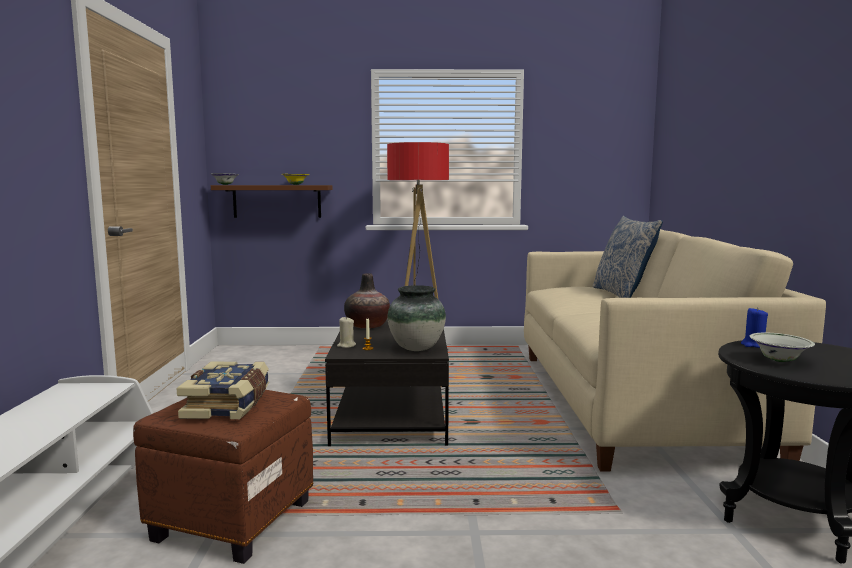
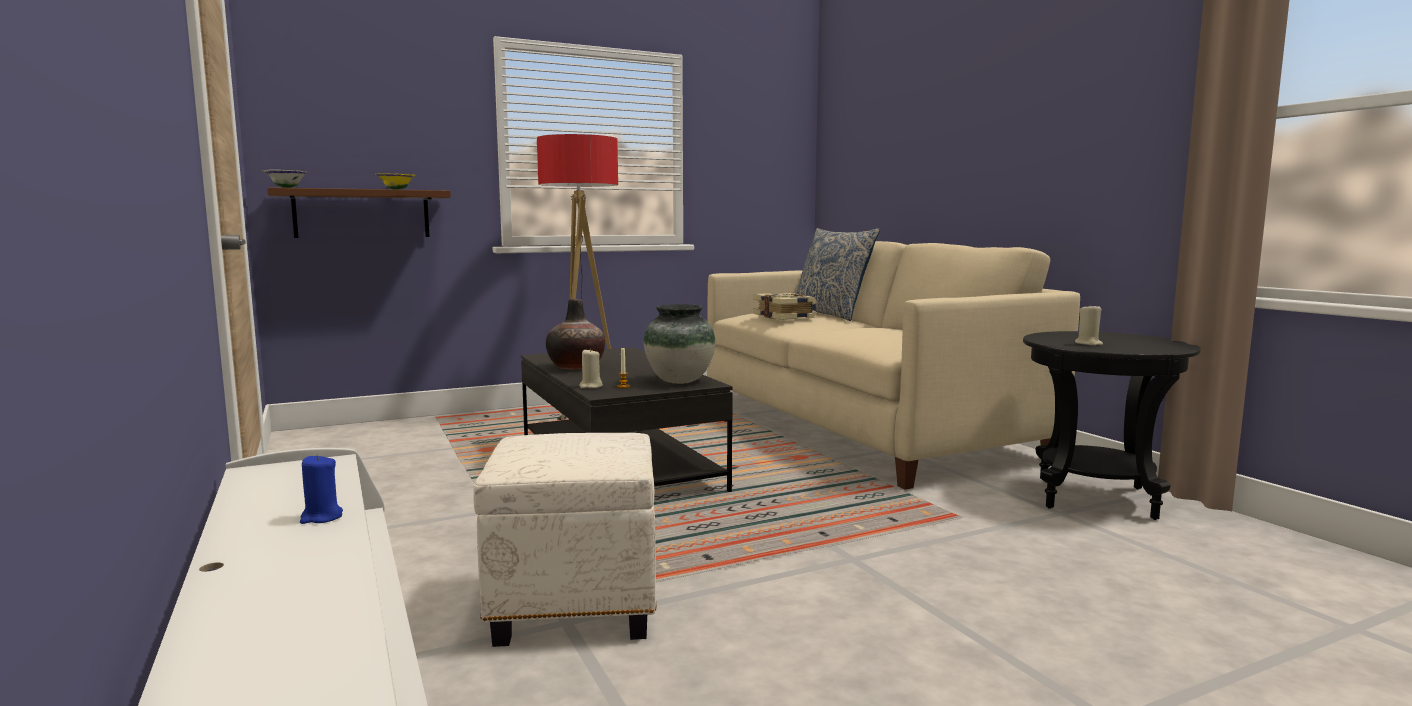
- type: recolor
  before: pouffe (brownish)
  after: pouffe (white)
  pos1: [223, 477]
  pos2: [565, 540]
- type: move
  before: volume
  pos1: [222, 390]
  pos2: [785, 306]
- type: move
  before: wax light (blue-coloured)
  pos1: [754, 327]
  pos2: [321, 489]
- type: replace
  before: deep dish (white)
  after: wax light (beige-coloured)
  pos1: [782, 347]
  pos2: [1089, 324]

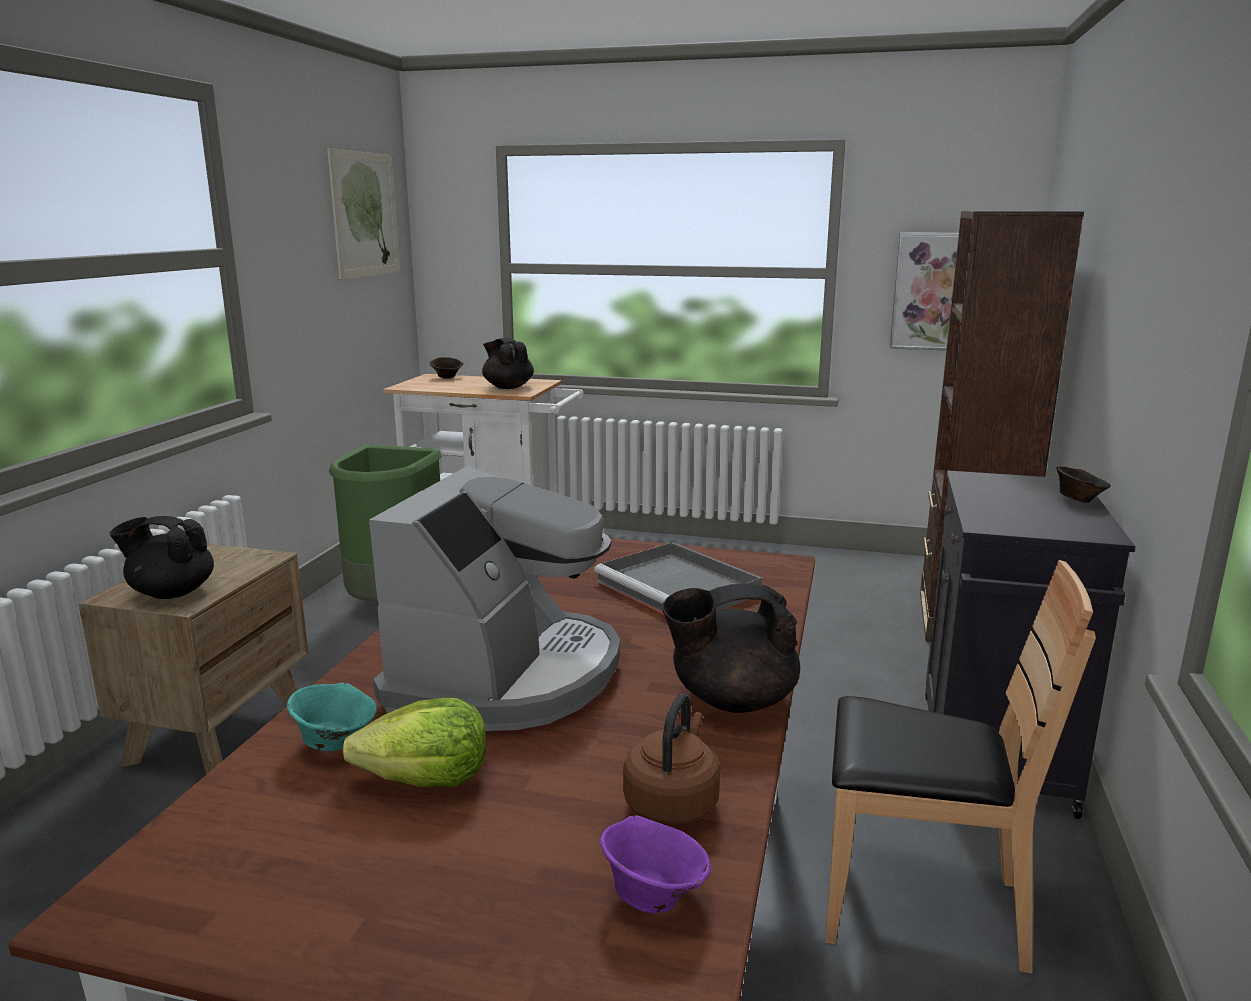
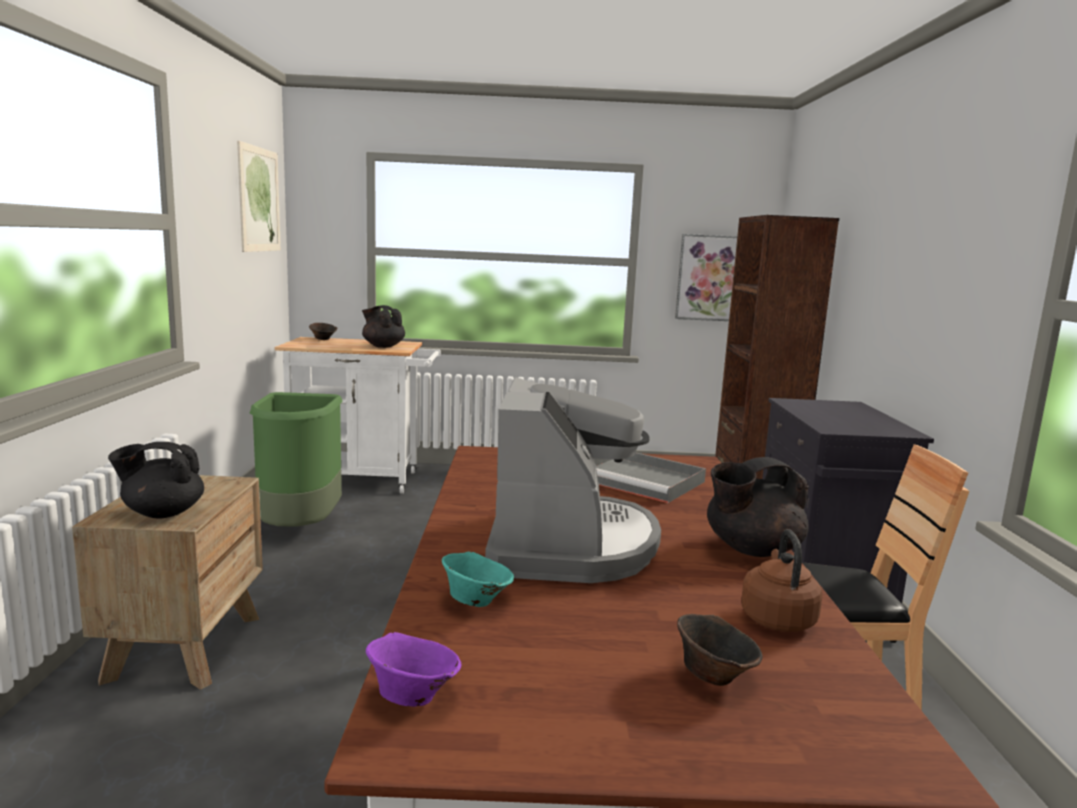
- type: delete
  before: lettuce head
  pos1: [414, 742]
- type: move
  before: deep dish (purple-coloured)
  pos1: [655, 864]
  pos2: [413, 669]
- type: move
  before: deep dish (brownish)
  pos1: [1083, 484]
  pos2: [720, 650]

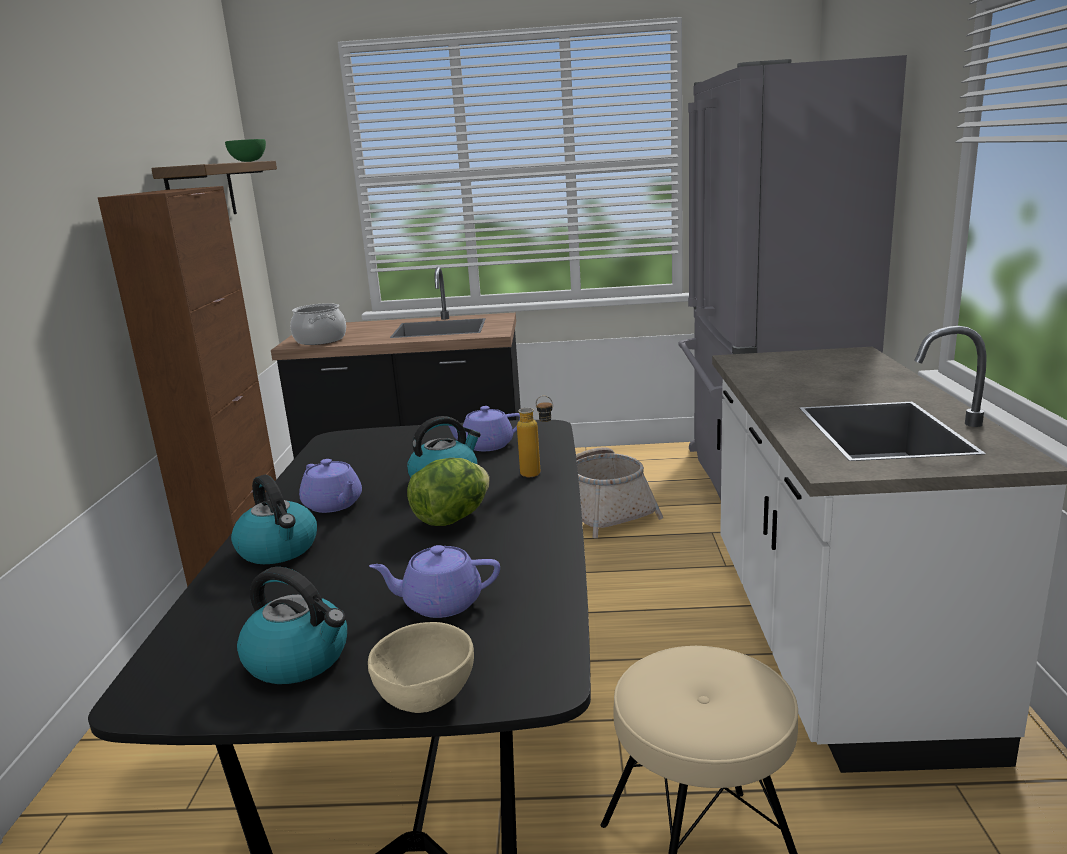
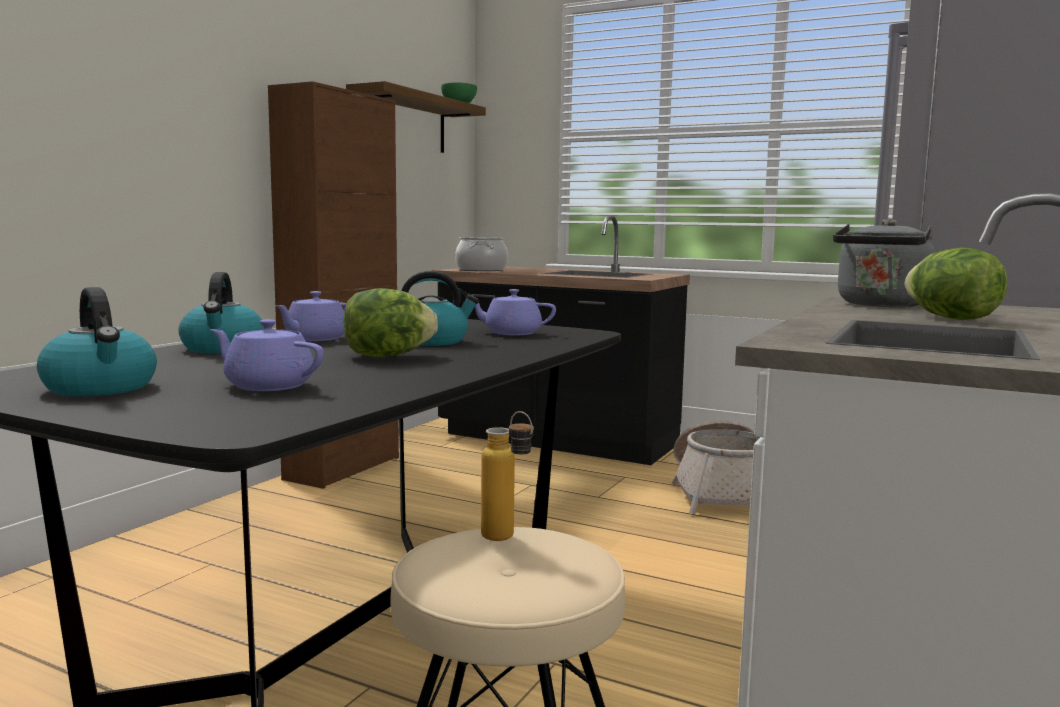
- type: rotate
  before: tea pot (purple-coloured)
  pos1: [330, 486]
  pos2: [311, 316]
  turn: 45
- type: delete
  before: deep dish (beige-coloured)
  pos1: [421, 667]
- type: move
  before: bottle
  pos1: [535, 436]
  pos2: [507, 476]
- type: insert
  after: tea kettle (gray)
  pos2: [884, 263]
- type: insert
  after: lettuce head
  pos2: [956, 284]

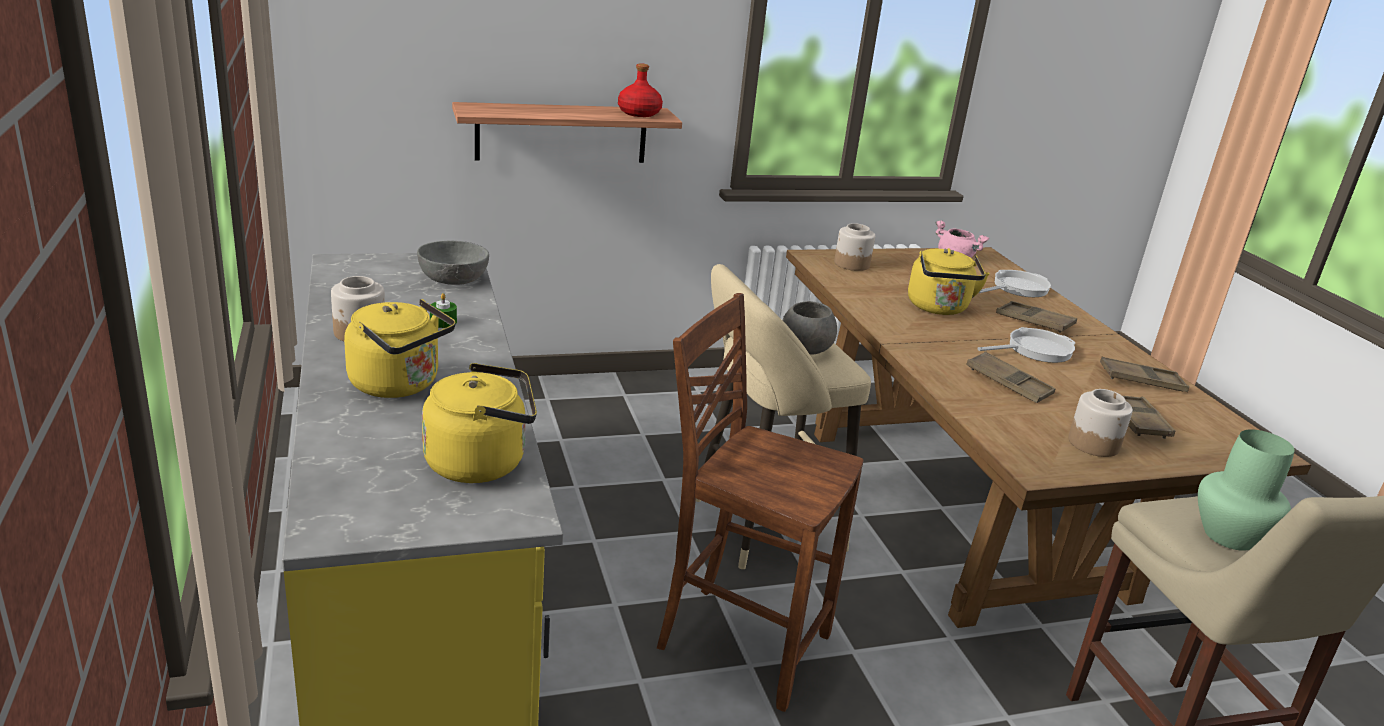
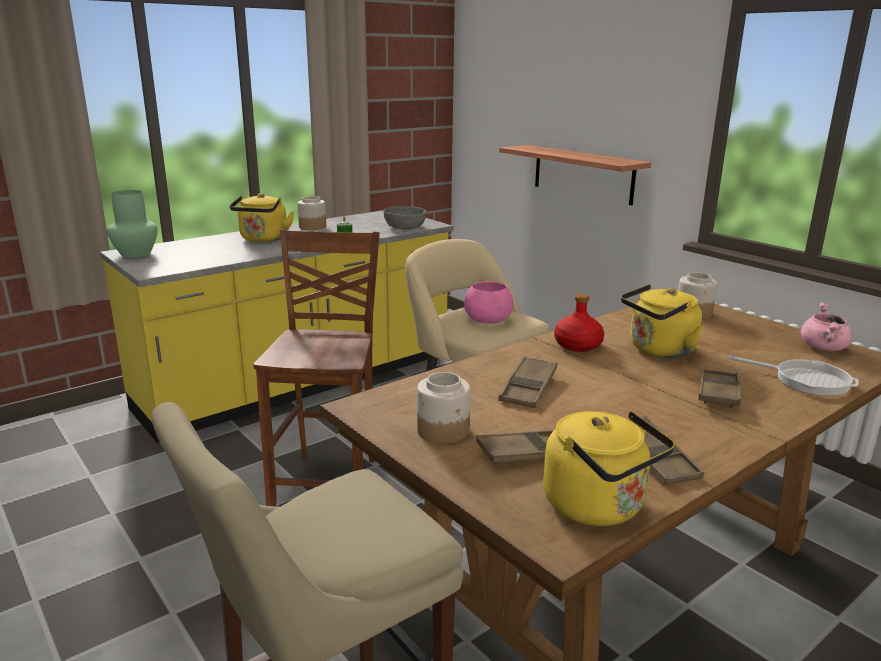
- type: move
  before: tea kettle (yellow)
  pos1: [479, 423]
  pos2: [609, 468]
- type: move
  before: bottle (red)
  pos1: [640, 90]
  pos2: [579, 323]
- type: recolor
  before: deep dish (gray)
  after: deep dish (pink)
  pos1: [809, 328]
  pos2: [488, 302]
- type: delete
  before: frying pan
  pos1: [1026, 345]
- type: move
  before: decorative vase (greenish)
  pos1: [1246, 490]
  pos2: [132, 224]

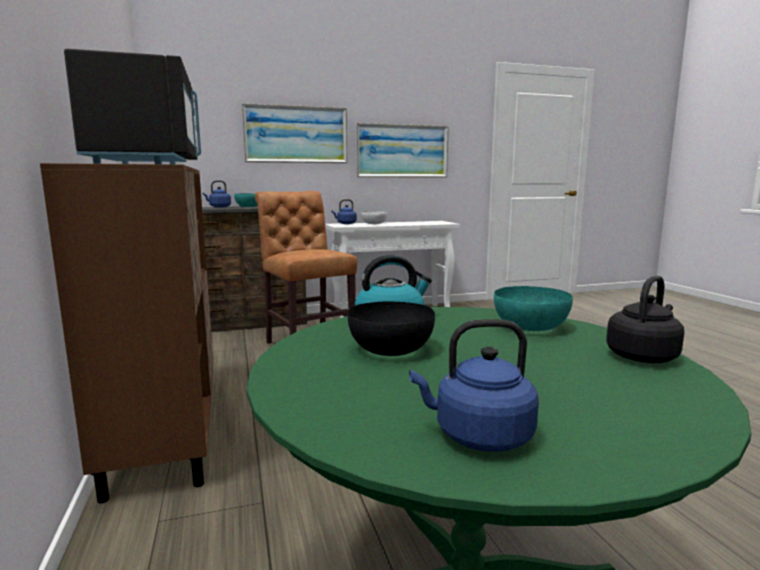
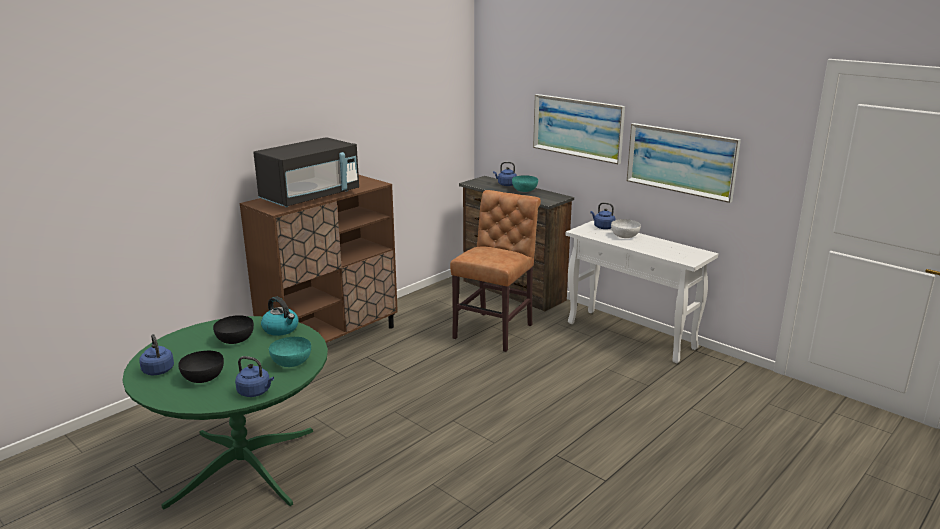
- type: recolor
  before: tea kettle (black)
  after: tea kettle (blue-coloured)
  pos1: [645, 319]
  pos2: [254, 376]
- type: insert
  after: deep dish (black)
  pos2: [201, 367]

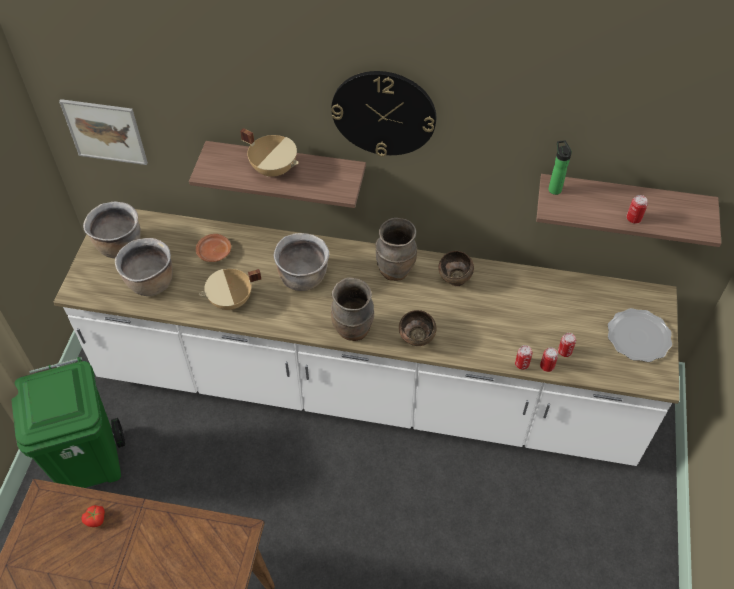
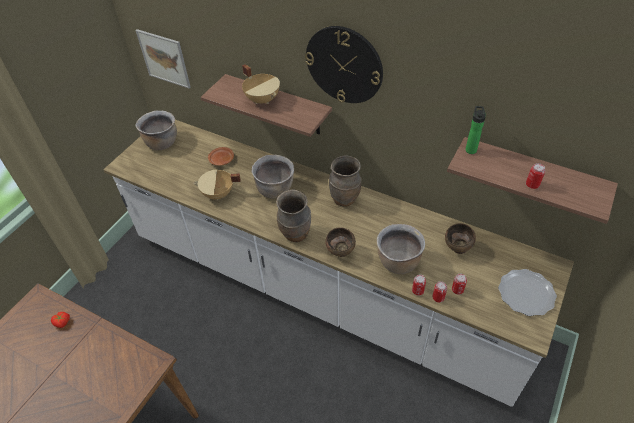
- type: delete
  before: trash can (greenish)
  pos1: [68, 422]
- type: move
  before: stockpot (brownish)
  pos1: [144, 267]
  pos2: [401, 249]
- type: move
  before: deep dish (brownish)
  pos1: [456, 268]
  pos2: [460, 238]

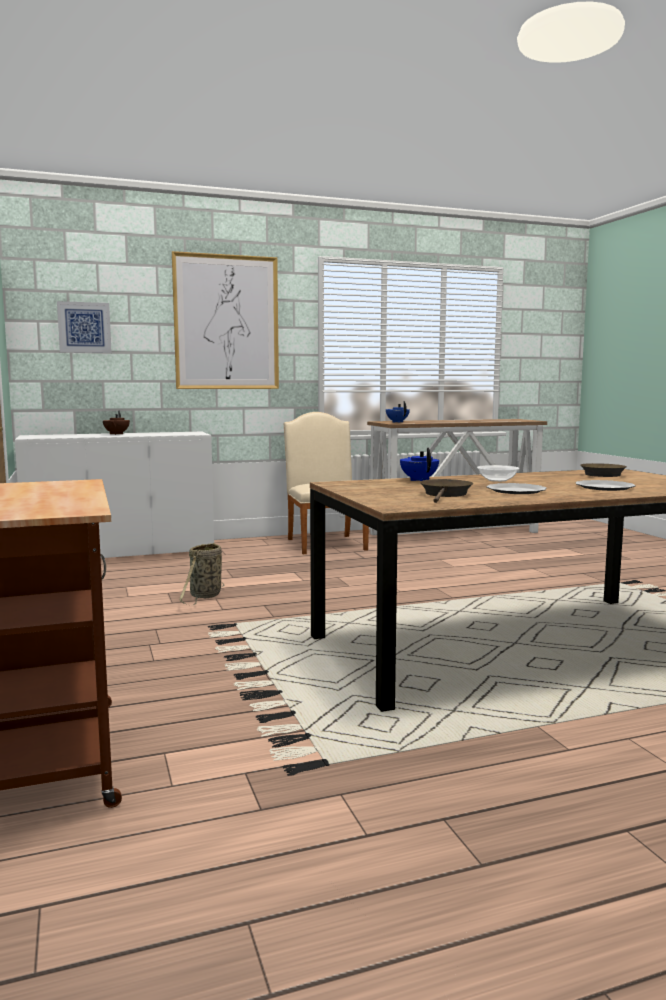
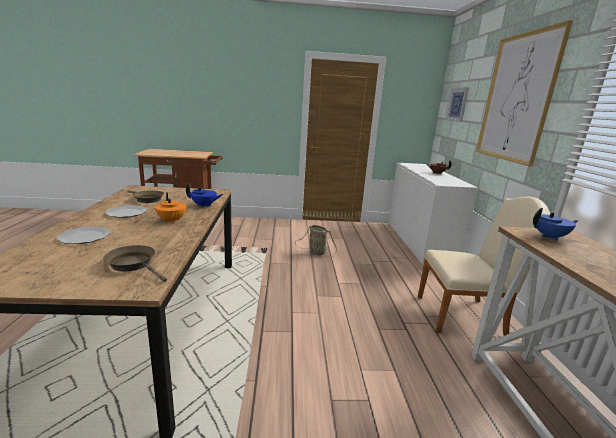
- type: replace
  before: deep dish
  after: tea pot (orange)
  pos1: [498, 473]
  pos2: [170, 208]

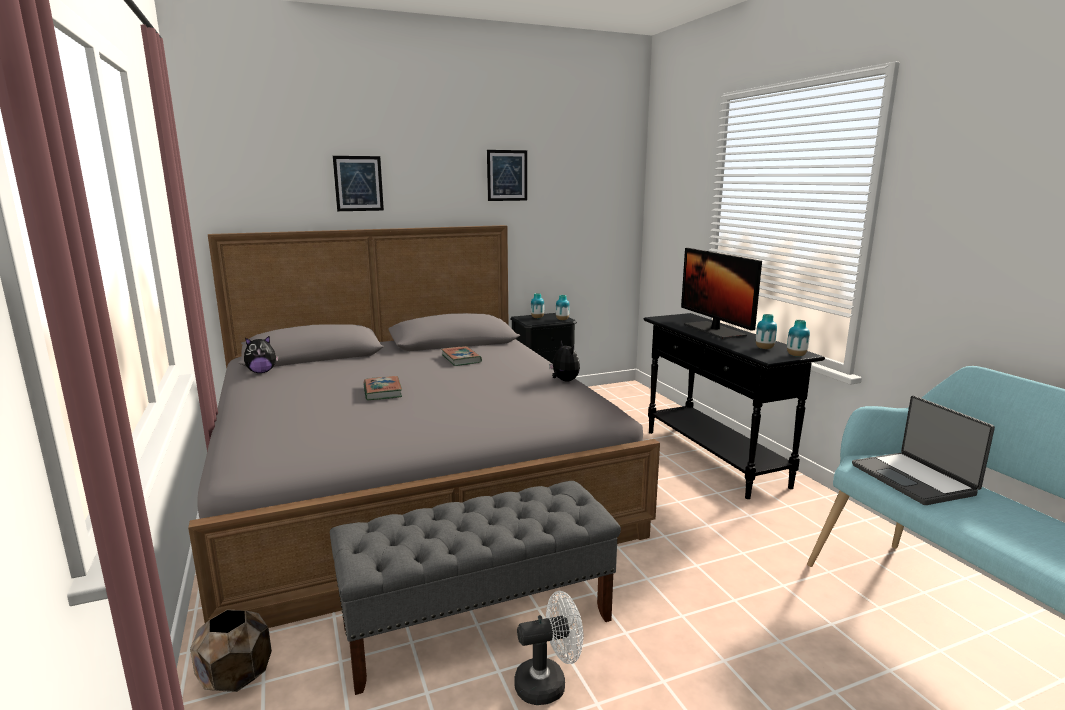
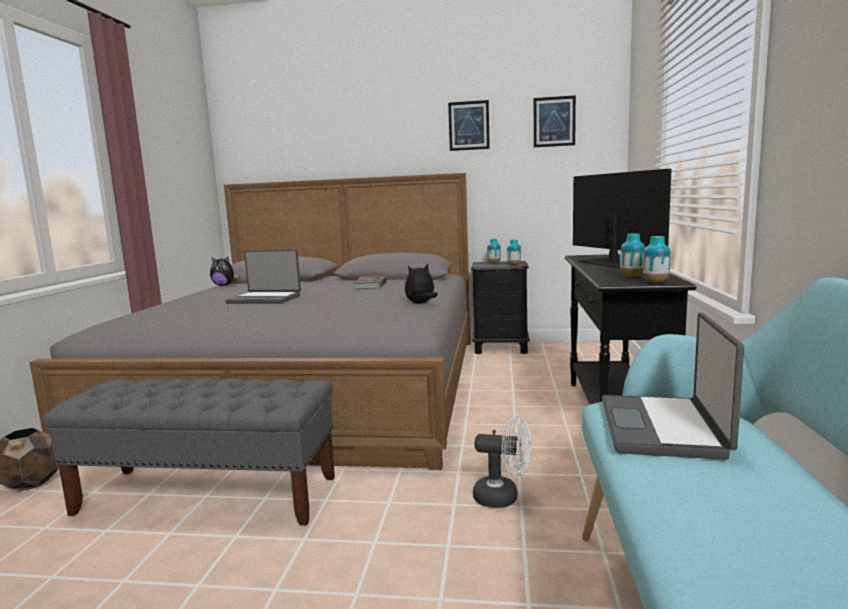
- type: move
  before: picture
  pos1: [358, 183]
  pos2: [555, 121]
- type: replace
  before: volume
  after: laptop
  pos1: [382, 388]
  pos2: [263, 276]
- type: move
  before: cooling fan (white)
  pos1: [548, 648]
  pos2: [502, 461]
- type: rotate
  before: plush toy
  pos1: [564, 361]
  pos2: [421, 283]
  turn: -120
- type: rotate
  before: computer screen
  pos1: [721, 293]
  pos2: [622, 218]
  turn: 150

